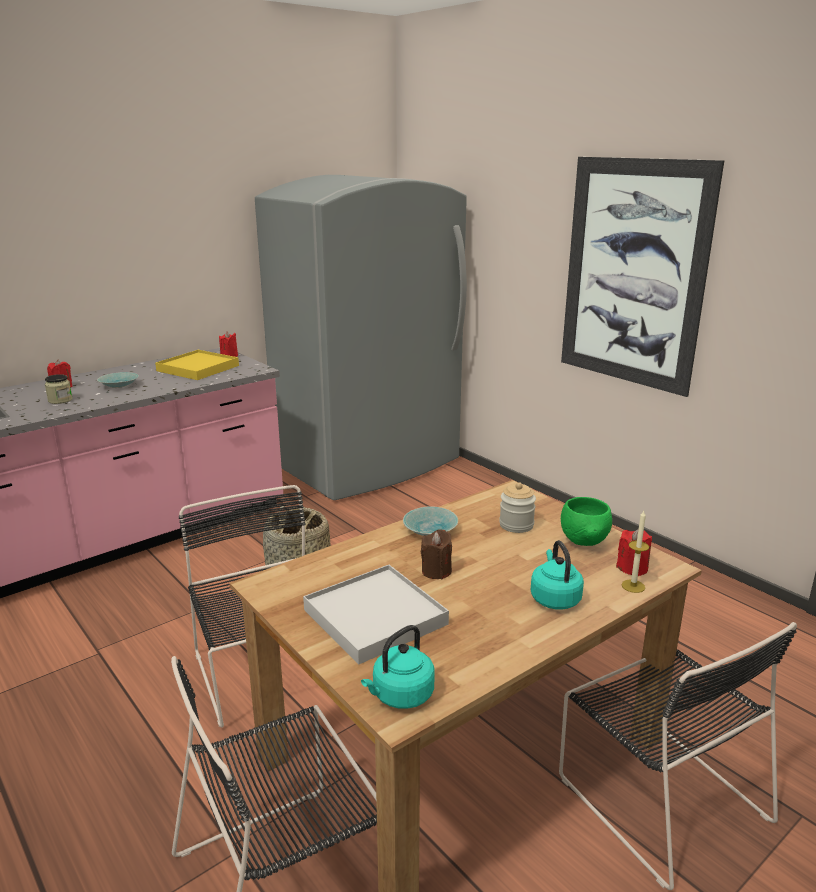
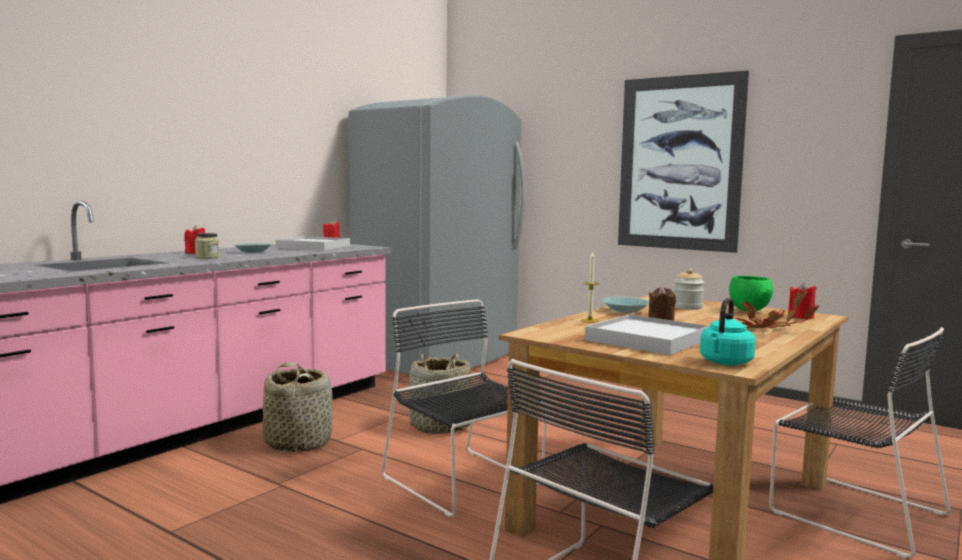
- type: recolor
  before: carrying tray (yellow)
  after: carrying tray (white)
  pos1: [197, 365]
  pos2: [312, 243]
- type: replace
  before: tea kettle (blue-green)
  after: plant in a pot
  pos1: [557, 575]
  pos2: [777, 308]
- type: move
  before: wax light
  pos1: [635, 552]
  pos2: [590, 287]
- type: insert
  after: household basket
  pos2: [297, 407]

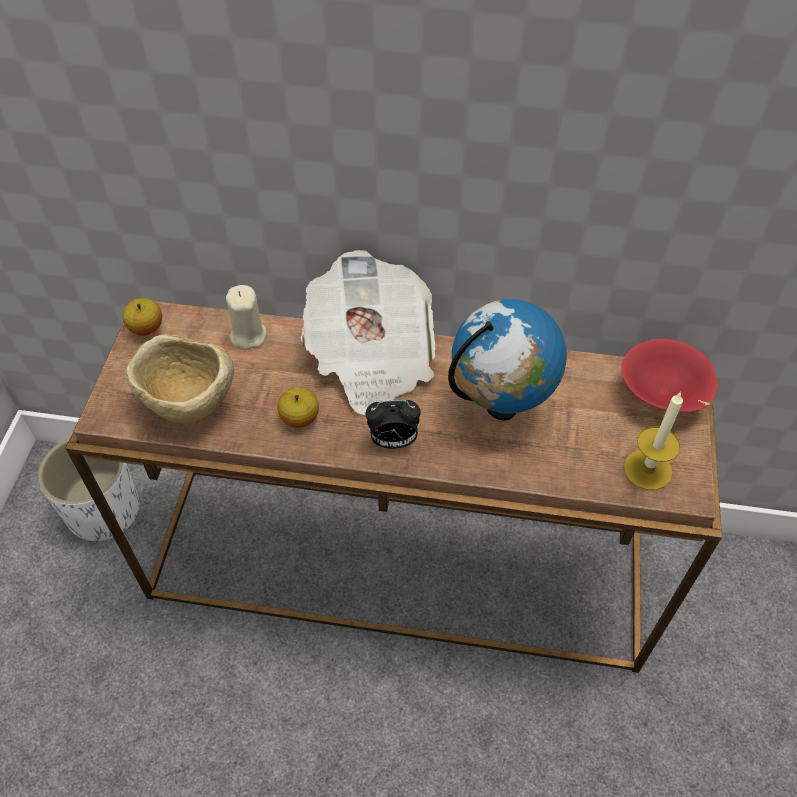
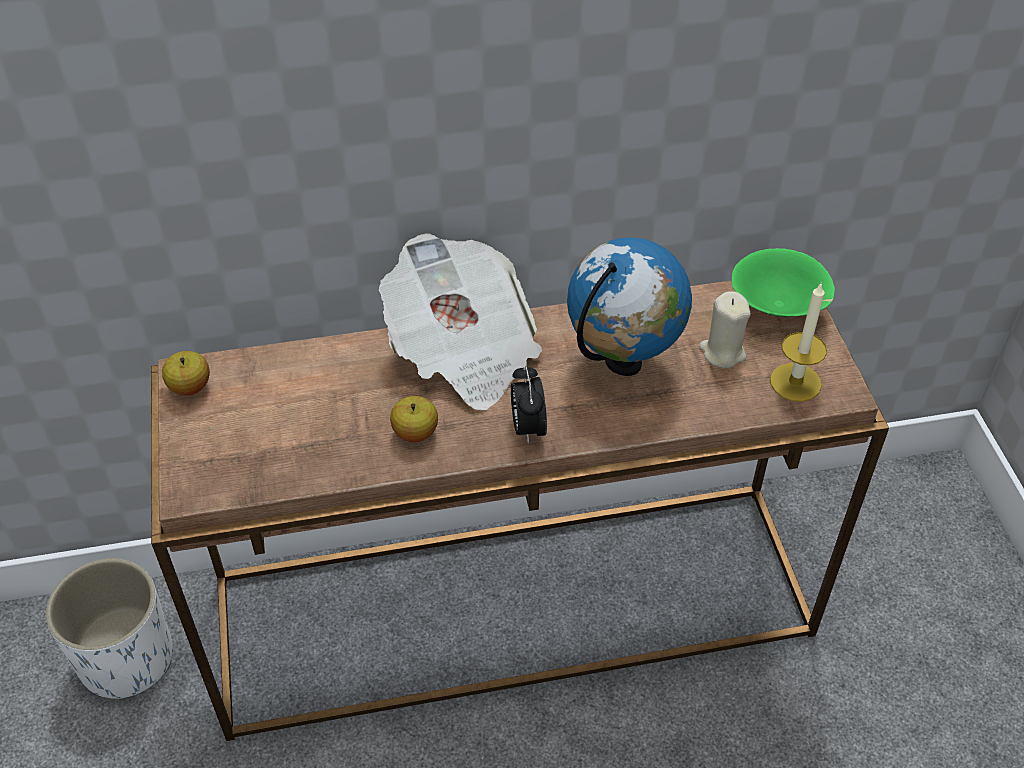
- type: delete
  before: deep dish (beige-coloured)
  pos1: [180, 378]
- type: move
  before: wax light (beige-coloured)
  pos1: [246, 317]
  pos2: [725, 329]
- type: rotate
  before: bedside clock
  pos1: [393, 424]
  pos2: [529, 405]
  turn: 105
- type: recolor
  before: deep dish (red)
  after: deep dish (greenish)
  pos1: [669, 375]
  pos2: [783, 282]

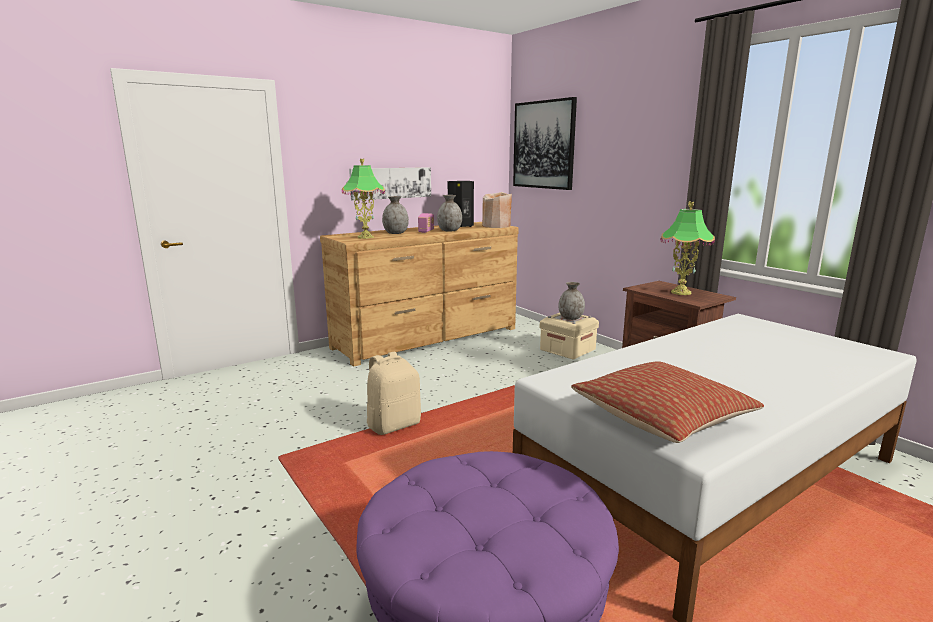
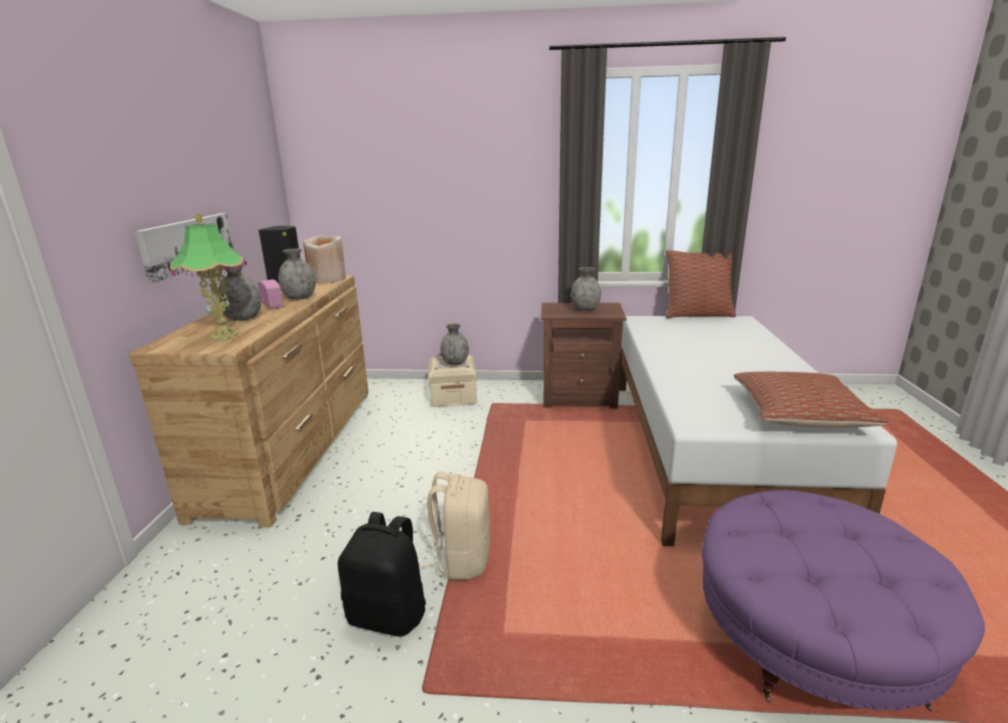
- type: delete
  before: picture
  pos1: [545, 143]
- type: replace
  before: table lamp
  after: decorative vase (gray)
  pos1: [687, 248]
  pos2: [586, 289]
- type: insert
  after: knapsack (black)
  pos2: [382, 574]
- type: insert
  after: pillow
  pos2: [701, 284]

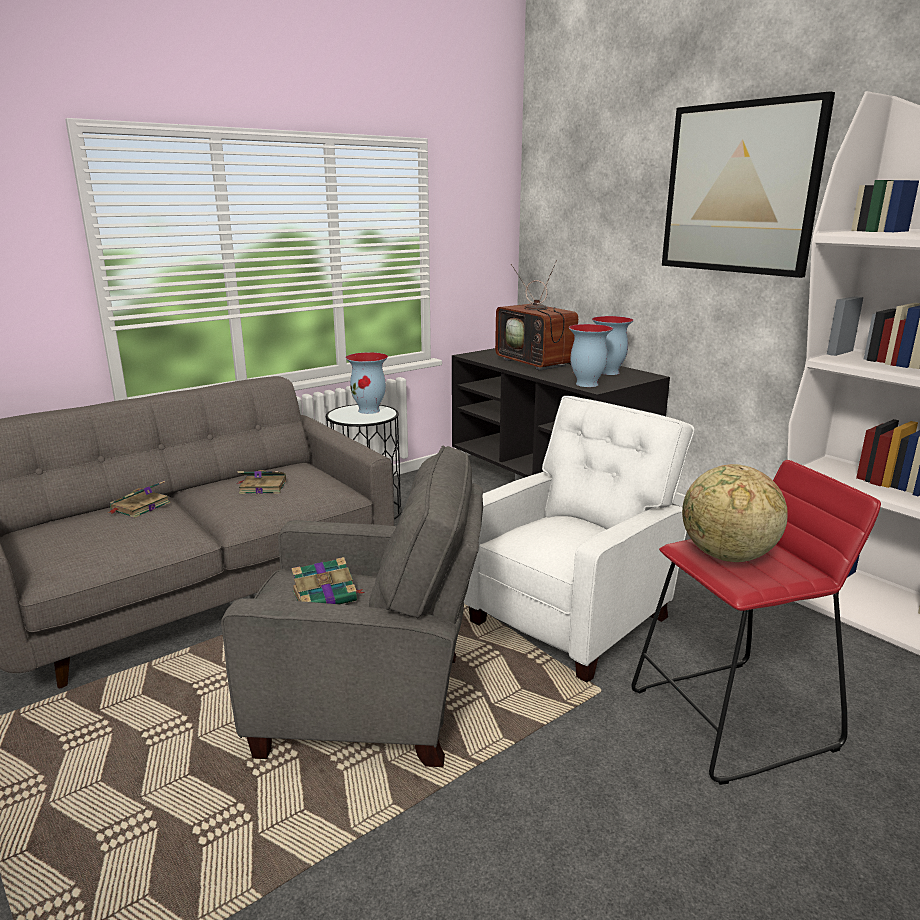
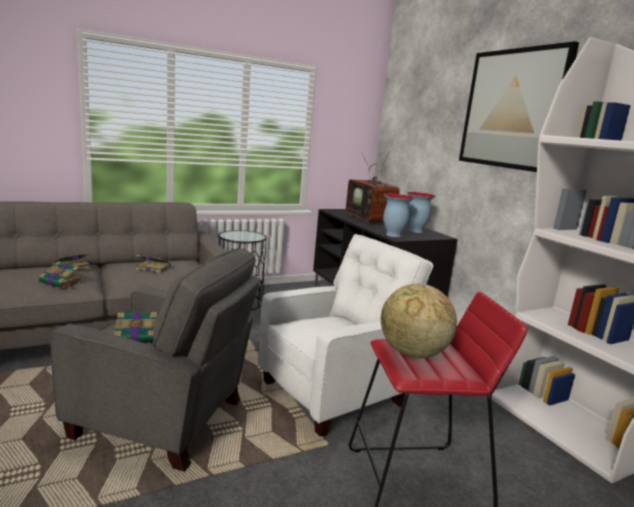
- type: delete
  before: decorative vase
  pos1: [366, 383]
- type: insert
  after: volume
  pos2: [60, 274]

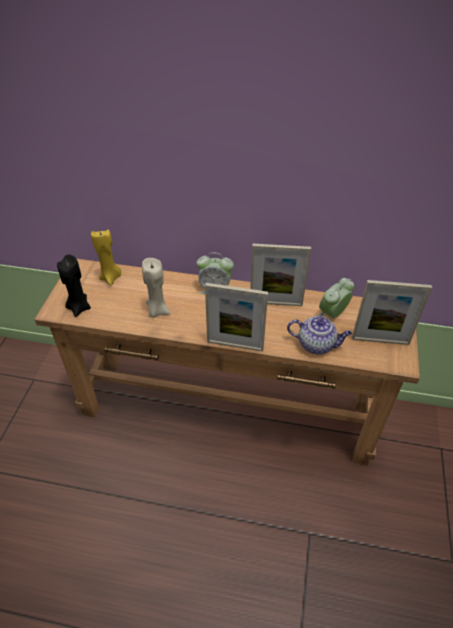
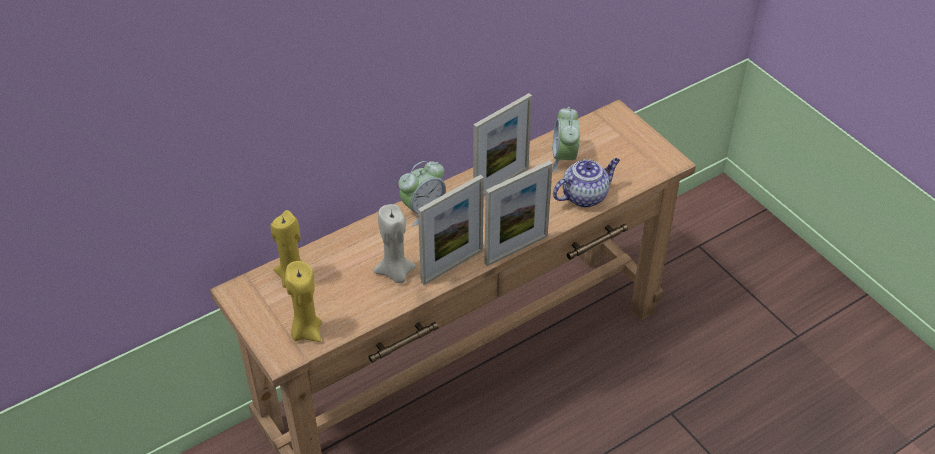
- type: recolor
  before: wax light (black)
  after: wax light (yellow)
  pos1: [74, 285]
  pos2: [303, 301]
- type: move
  before: standing frame
  pos1: [392, 312]
  pos2: [451, 230]

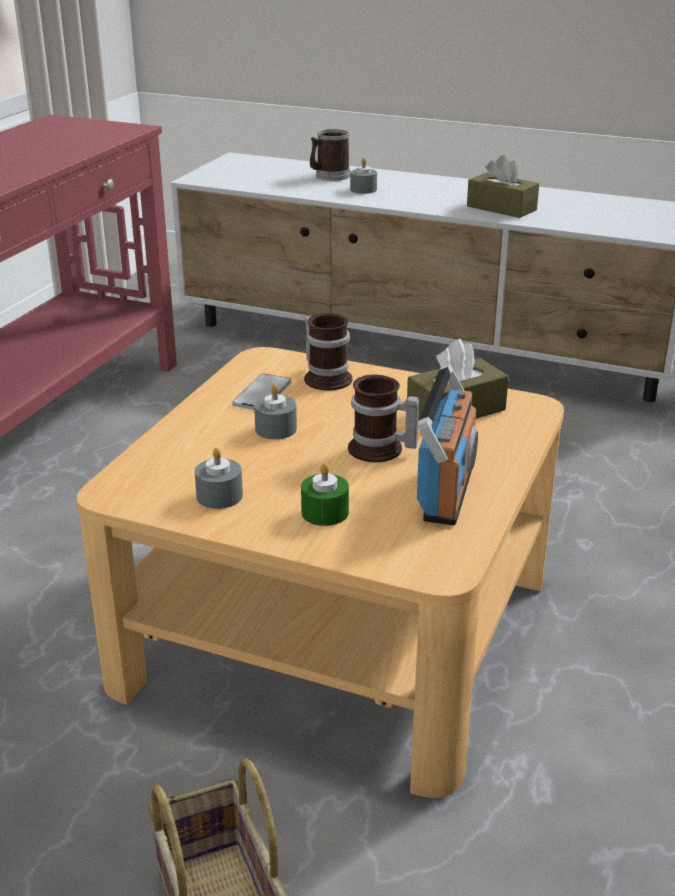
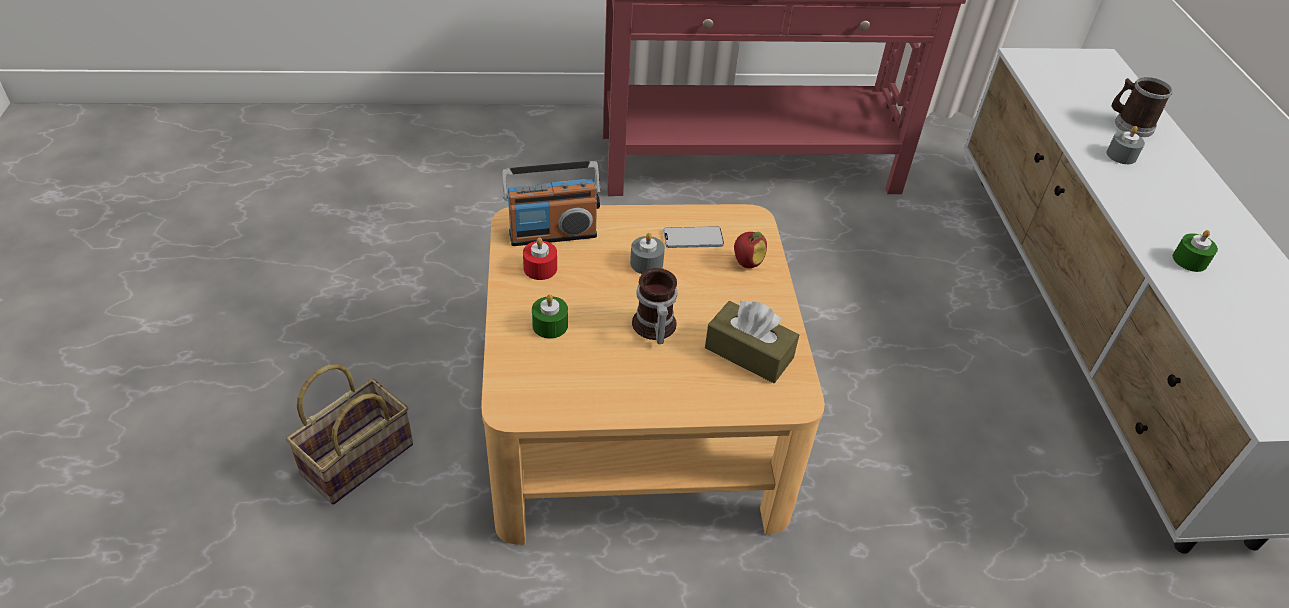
- type: recolor
  before: wax light (gray)
  after: wax light (red)
  pos1: [219, 478]
  pos2: [540, 259]
- type: replace
  before: coffee mug
  after: apple
  pos1: [328, 351]
  pos2: [750, 250]
- type: move
  before: radio receiver
  pos1: [447, 444]
  pos2: [551, 203]
- type: replace
  before: box of tissues (brownish)
  after: wax light (greenish)
  pos1: [503, 186]
  pos2: [1195, 251]

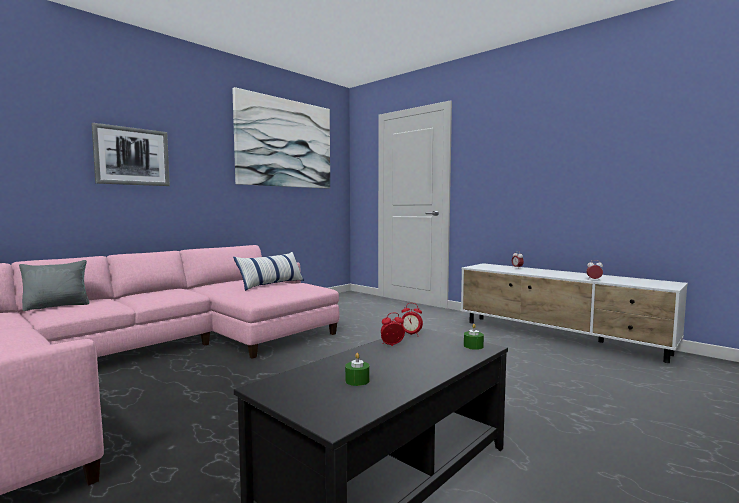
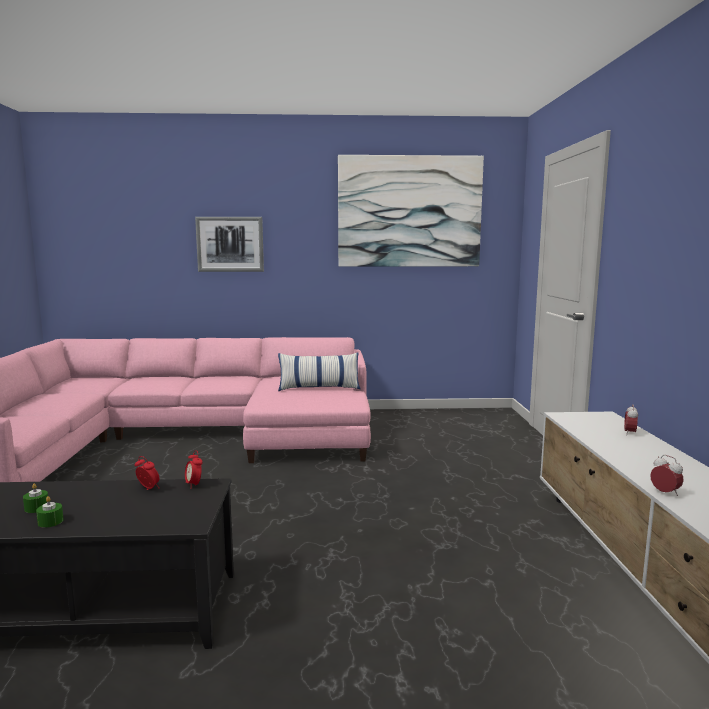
- type: delete
  before: pillow (gray)
  pos1: [54, 285]
- type: move
  before: wax light (greenish)
  pos1: [474, 337]
  pos2: [50, 512]

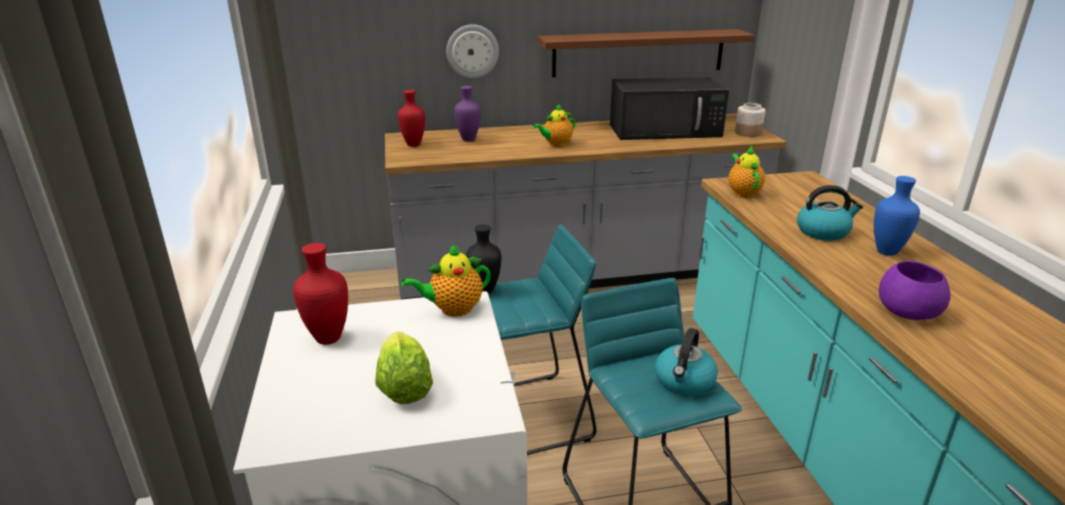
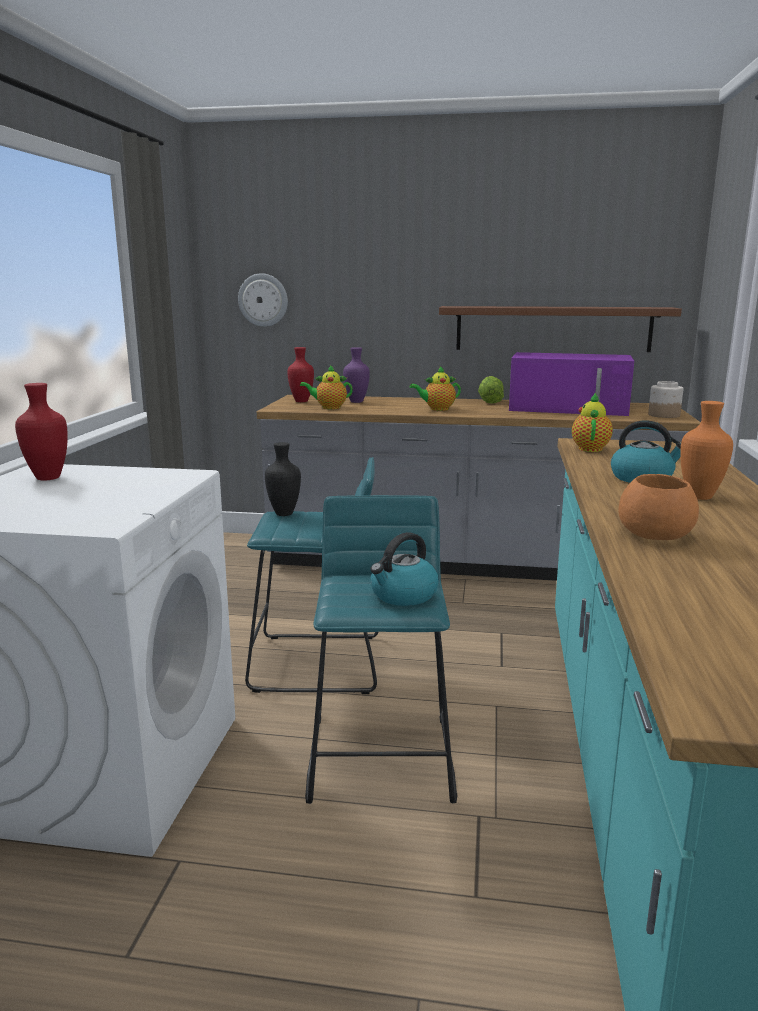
- type: move
  before: lettuce head
  pos1: [404, 367]
  pos2: [491, 390]
- type: move
  before: tea pot
  pos1: [446, 280]
  pos2: [326, 387]
- type: move
  before: wall clock
  pos1: [472, 51]
  pos2: [263, 300]
- type: recolor
  before: kitchen microwave (black)
  after: kitchen microwave (purple-coloured)
  pos1: [669, 108]
  pos2: [571, 384]
- type: recolor
  before: decorative vase (blue-coloured)
  after: decorative vase (orange)
  pos1: [897, 216]
  pos2: [706, 450]
- type: recolor
  before: deep dish (purple-coloured)
  after: deep dish (orange)
  pos1: [915, 290]
  pos2: [658, 507]

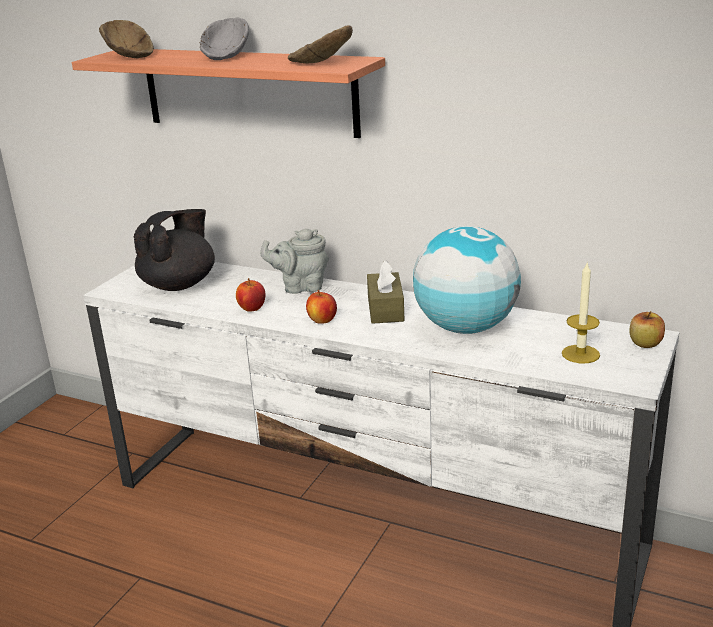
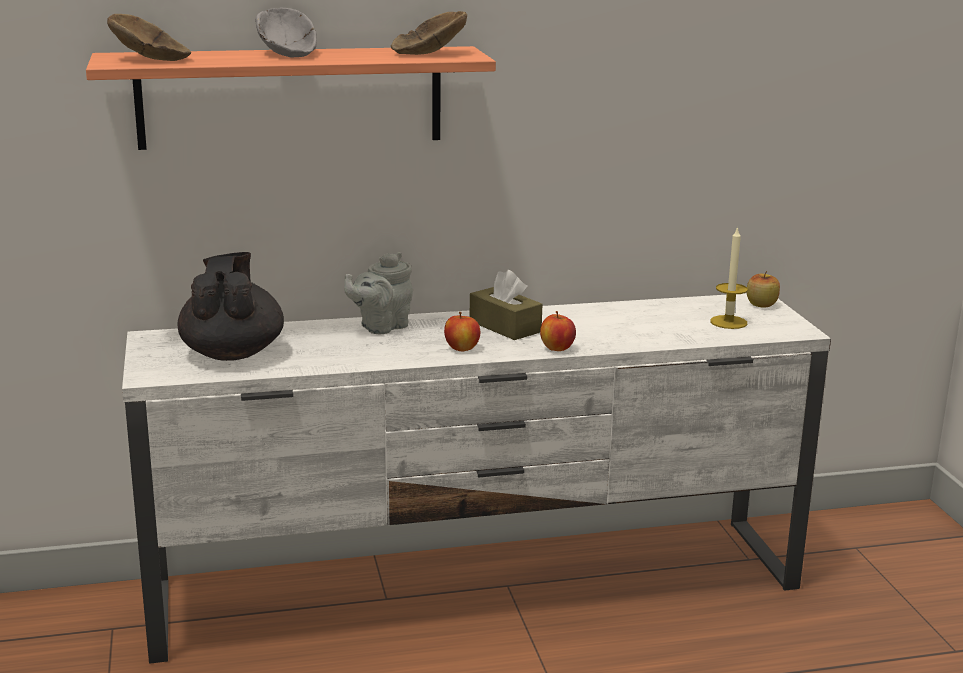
- type: move
  before: apple
  pos1: [250, 295]
  pos2: [558, 331]
- type: delete
  before: globe
  pos1: [467, 280]

